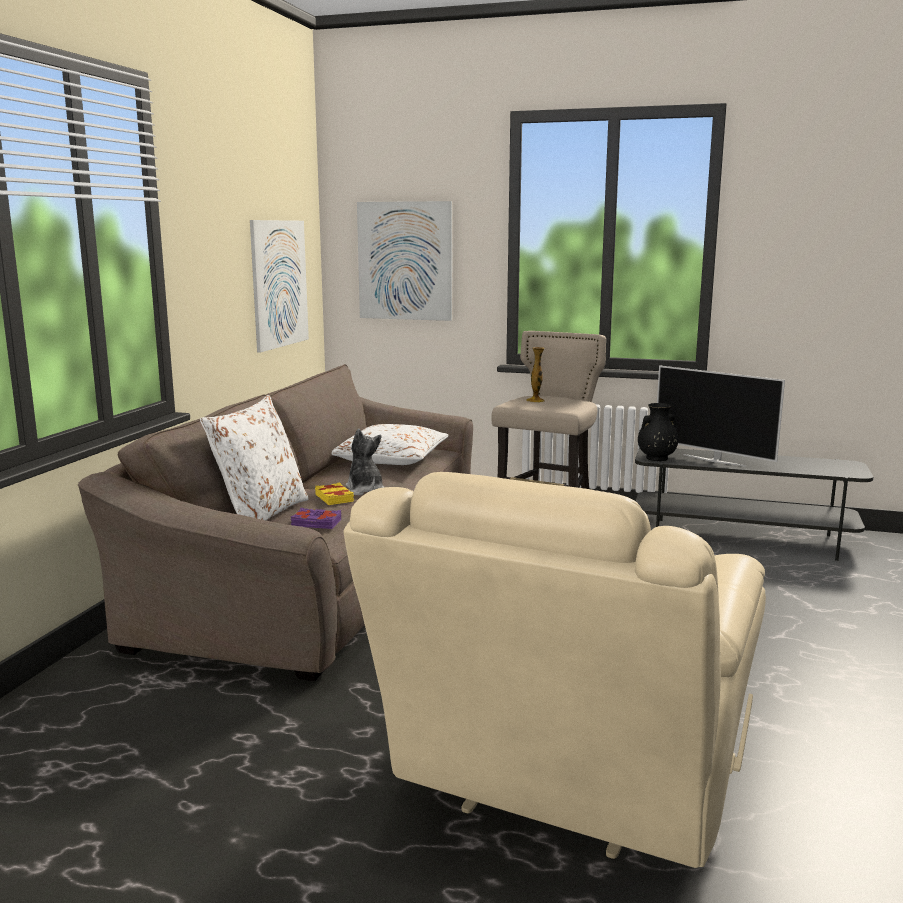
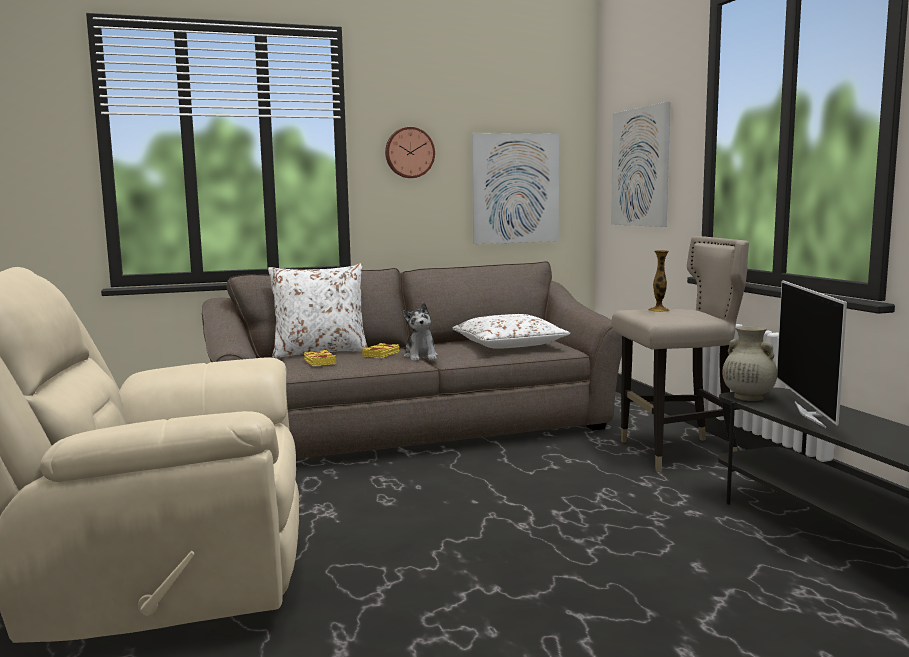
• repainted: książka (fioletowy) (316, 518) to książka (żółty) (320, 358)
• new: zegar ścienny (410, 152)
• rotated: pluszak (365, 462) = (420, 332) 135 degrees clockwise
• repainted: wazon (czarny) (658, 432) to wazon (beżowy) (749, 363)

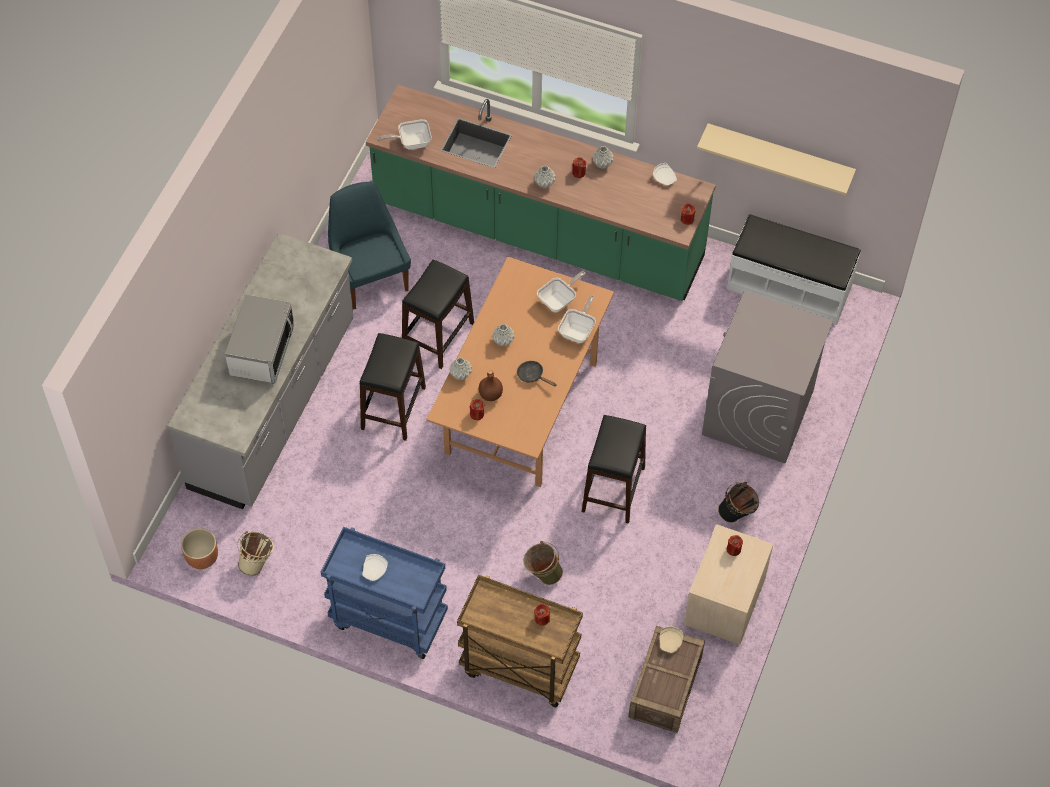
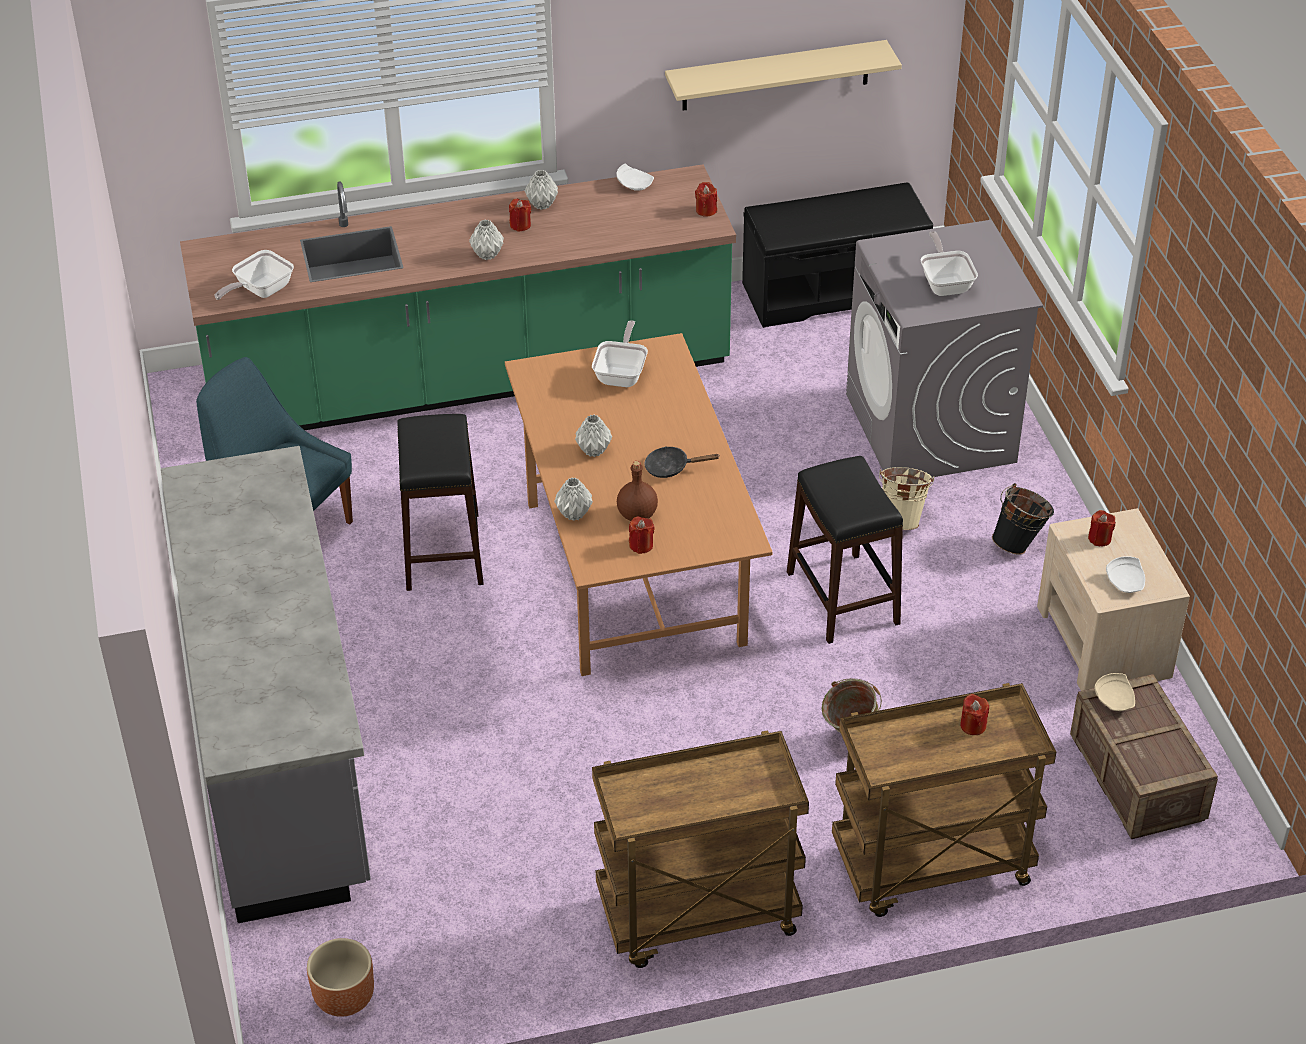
• repainted: wózek (niebieski) (384, 593) to wózek (brązowy) (700, 849)
• repainted: ławka (biały) (794, 269) to ławka (czarny) (837, 255)
• shifted: wiadro (beżowy) (255, 553) to (906, 498)
• shifted: patelnia (577, 319) to (949, 263)
• shifted: talerz (biały) (375, 567) to (1125, 574)
• gone: mikrofalówka (259, 339)
• gone: stołek (czarny) (393, 387)

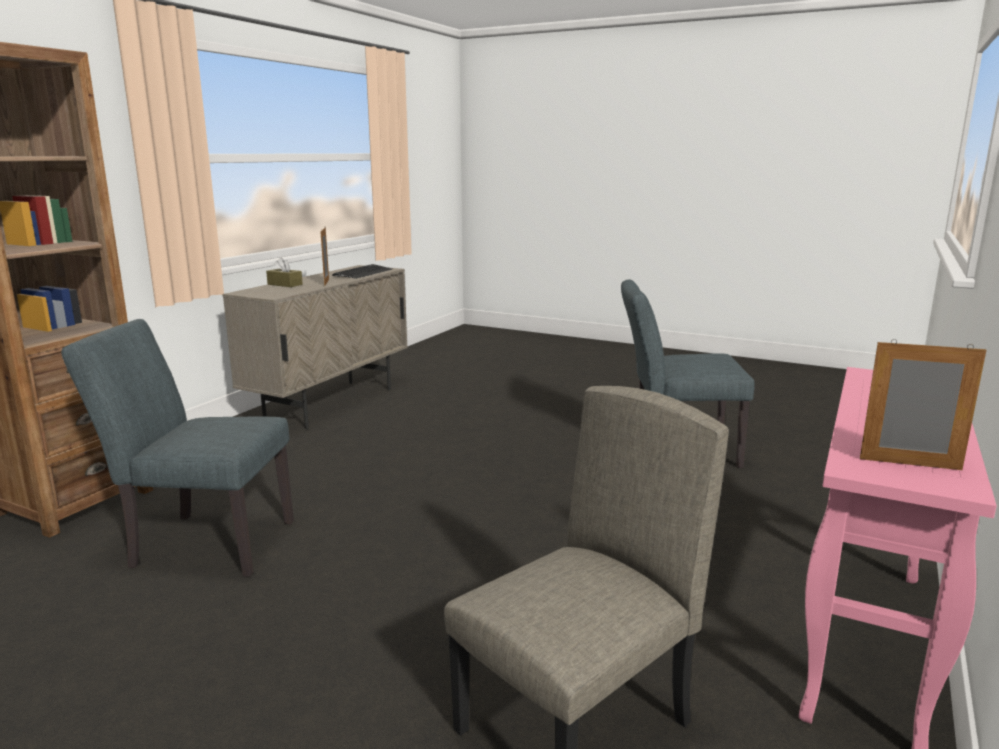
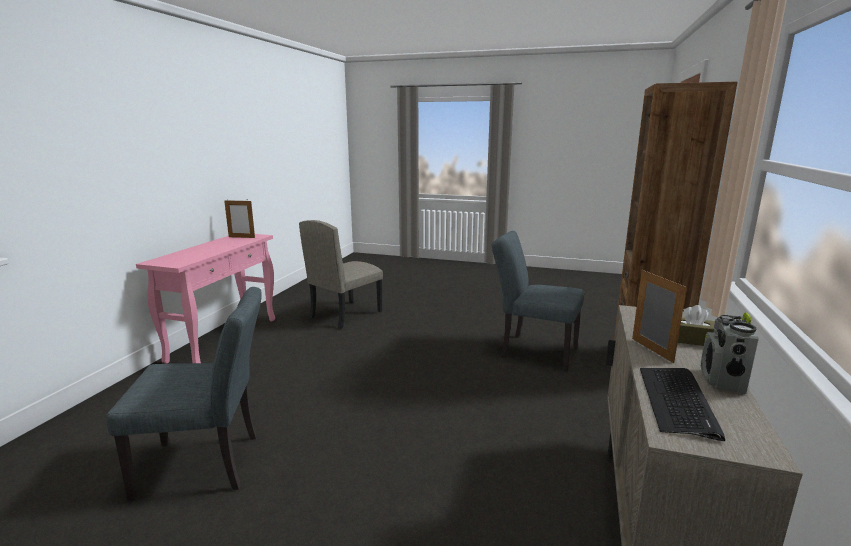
• rotated: krzesło (szary) (177, 448) = (538, 300) 150 degrees counterclockwise
• new: radio (730, 353)

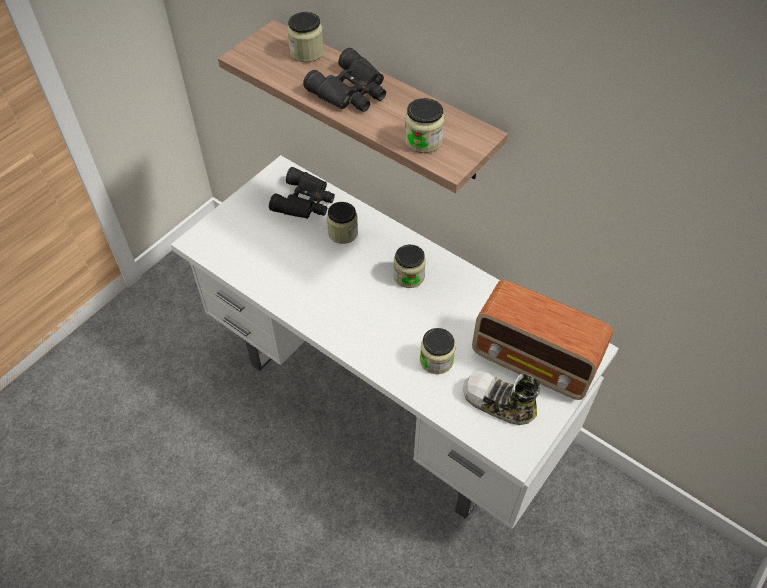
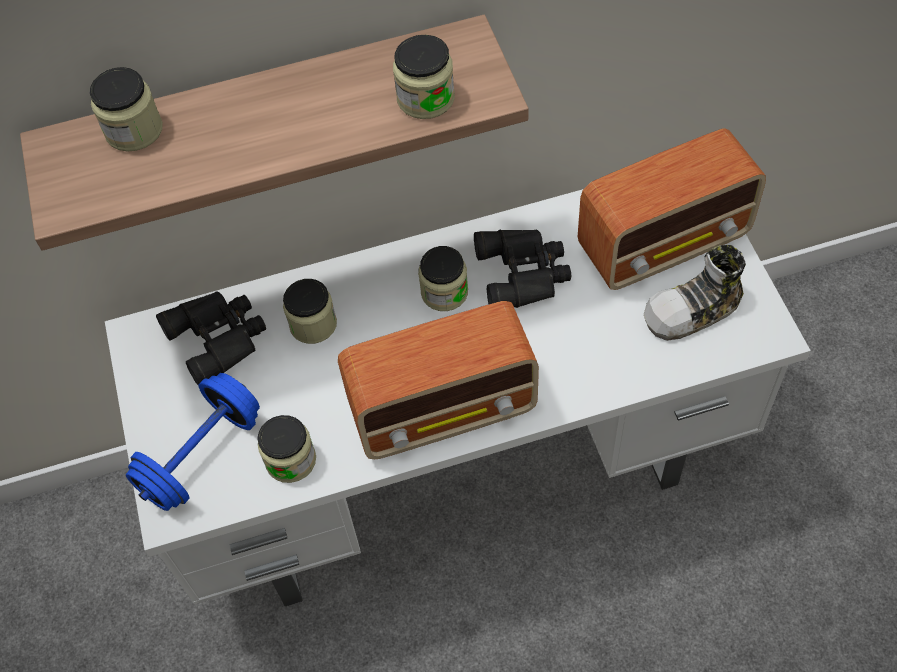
• new: hantel (niebieski) (193, 442)
• shifted: słoik (438, 351) to (286, 449)
• new: radio (438, 380)
• shifted: lornetka (czarny) (344, 80) to (522, 268)

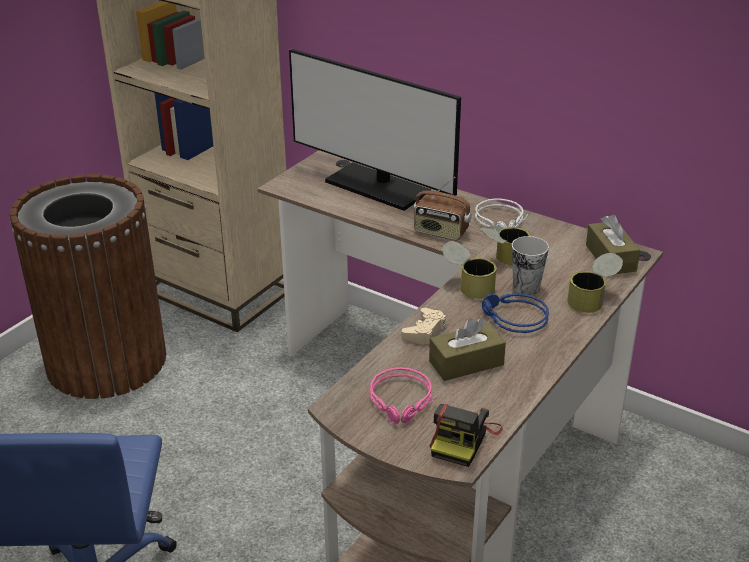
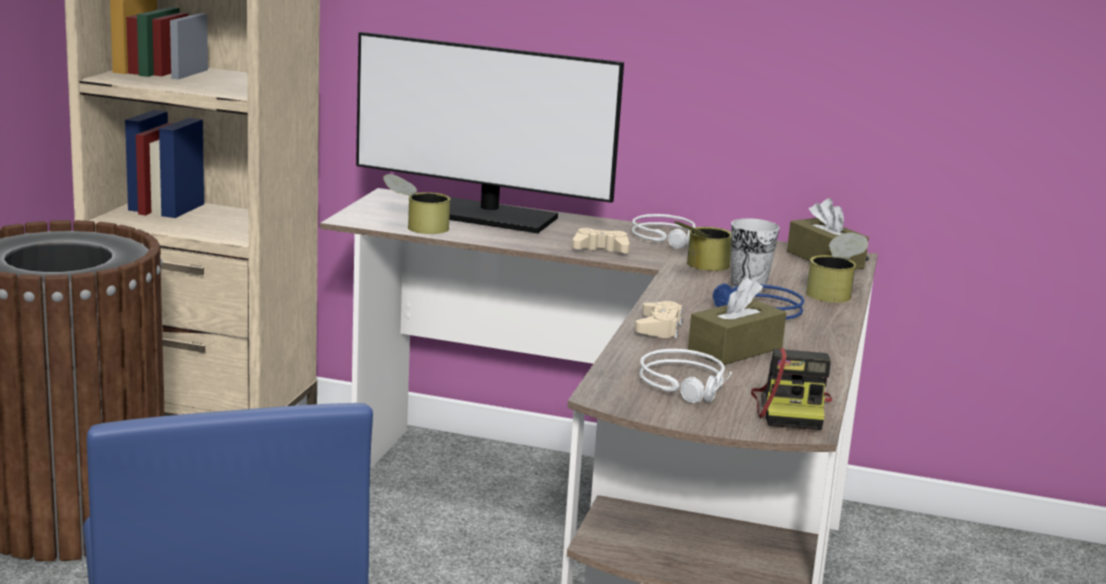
• shifted: puszka (469, 270) to (417, 204)
• swapped: radio (442, 208) to pad do gier (beżowy) (601, 240)
• repainted: słuchawki (różowy) (403, 395) to słuchawki (szary) (685, 376)

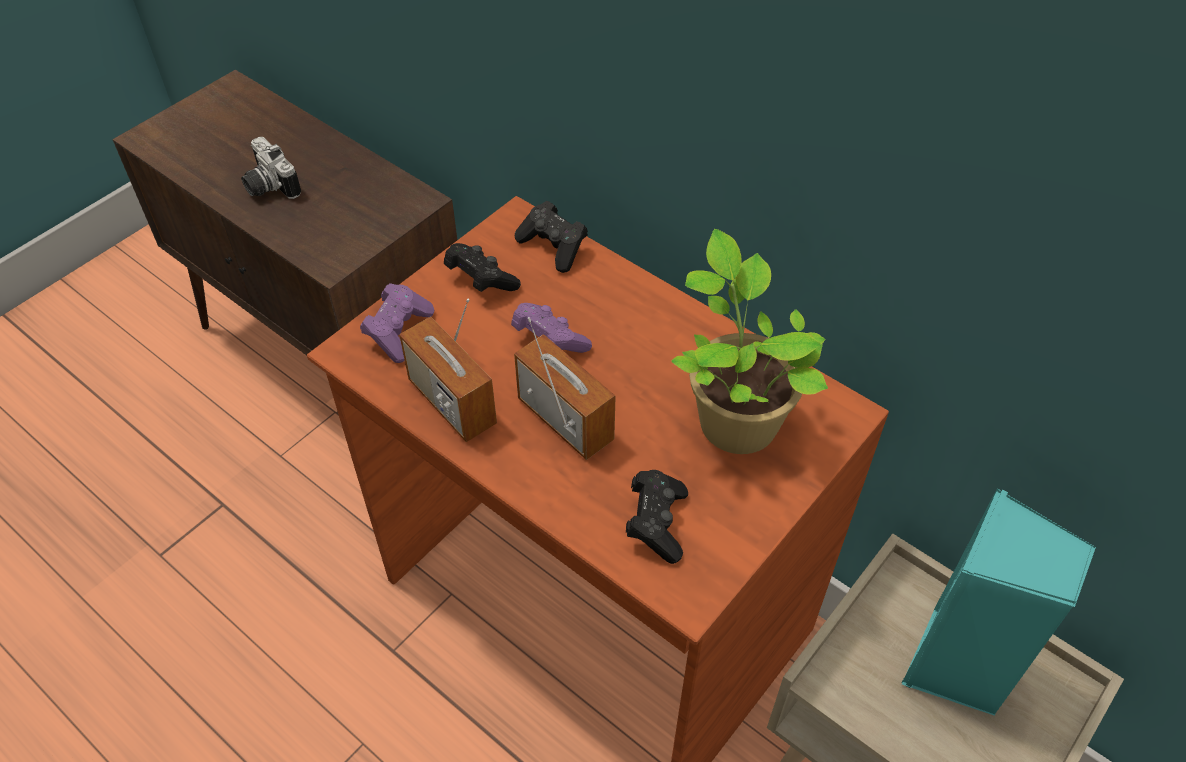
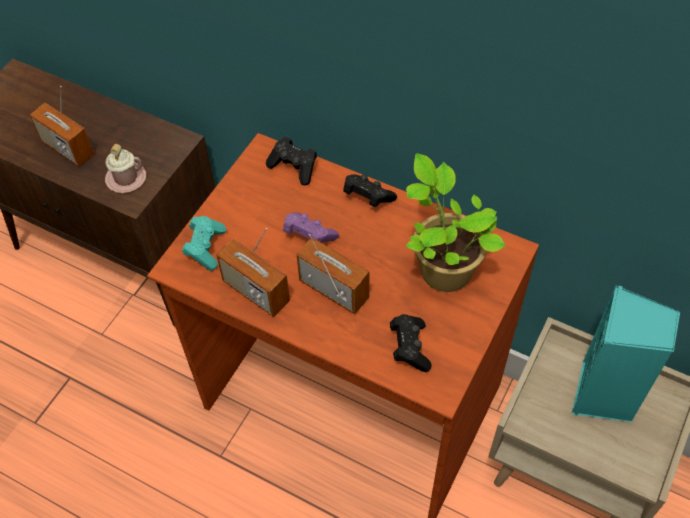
• swapped: aparat fotograficzny (271, 168) to radio (62, 126)
• new: kubek (różowy) (125, 168)
• repainted: pad do gier (fioletowy) (397, 323) to pad do gier (turkusowy) (204, 243)
• shifted: pad do gier (czarny) (482, 267) to (370, 190)

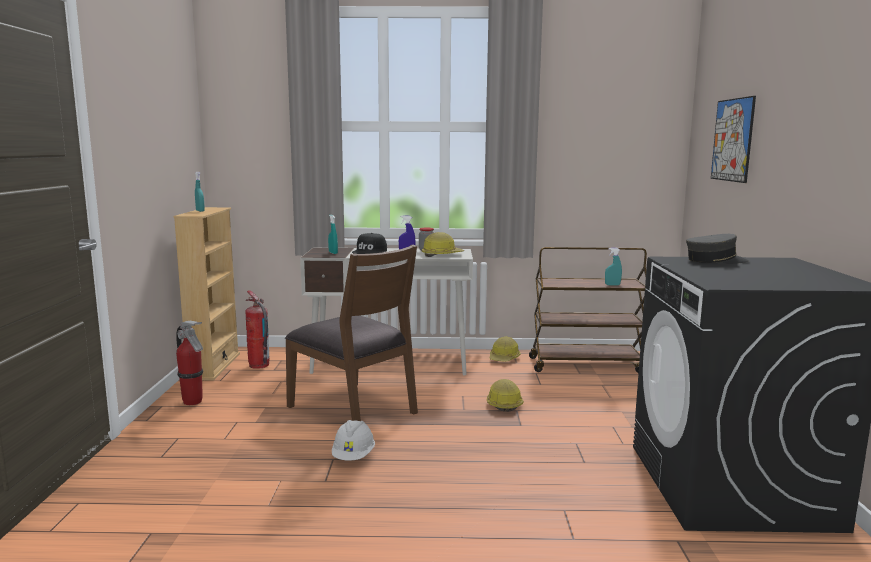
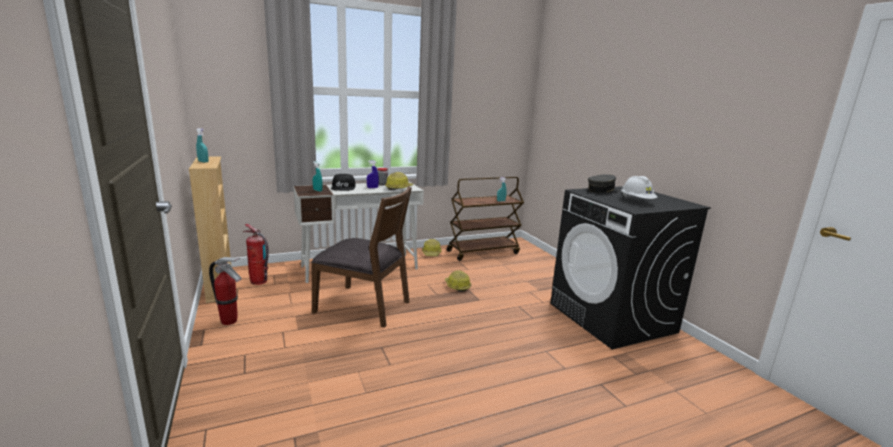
• shifted: kask (biały) (353, 440) to (639, 187)
• gone: obraz (733, 139)

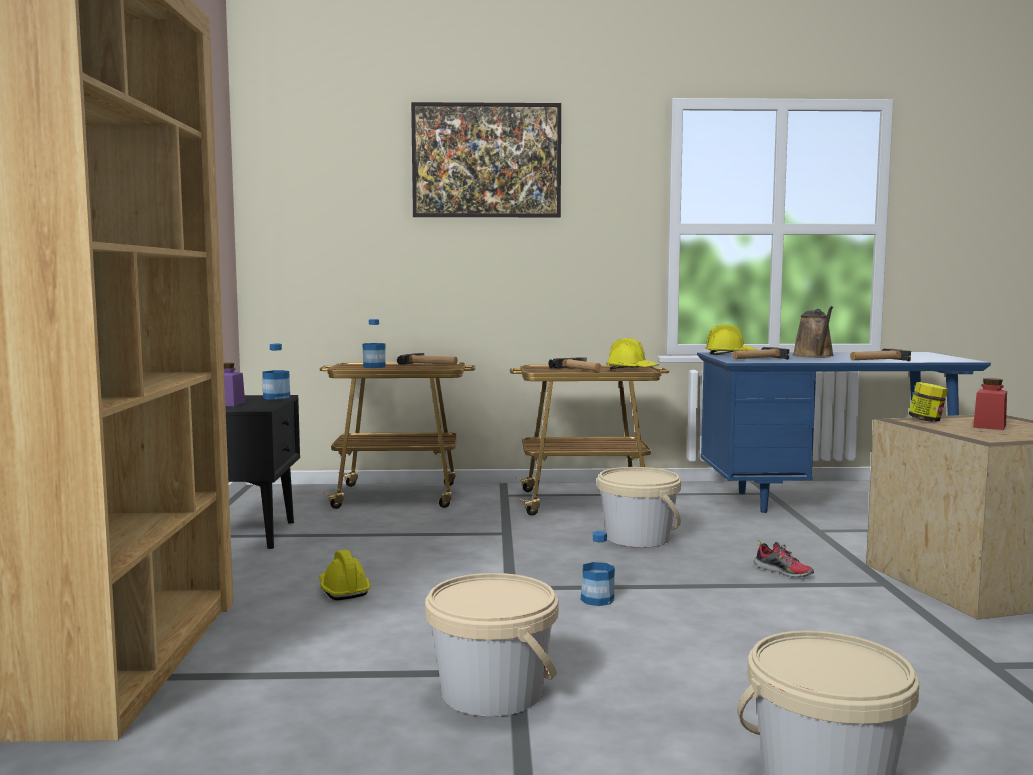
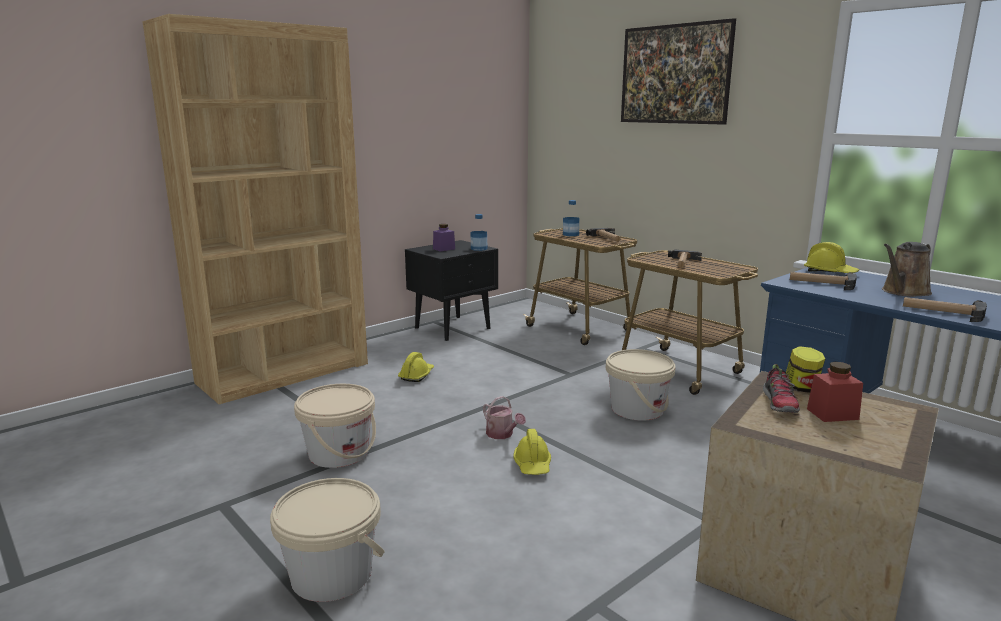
• swapped: butelka (598, 568) to konewka (504, 417)
• shifted: kask (żółty) (632, 354) to (532, 452)
• shifted: but (784, 559) to (781, 388)

